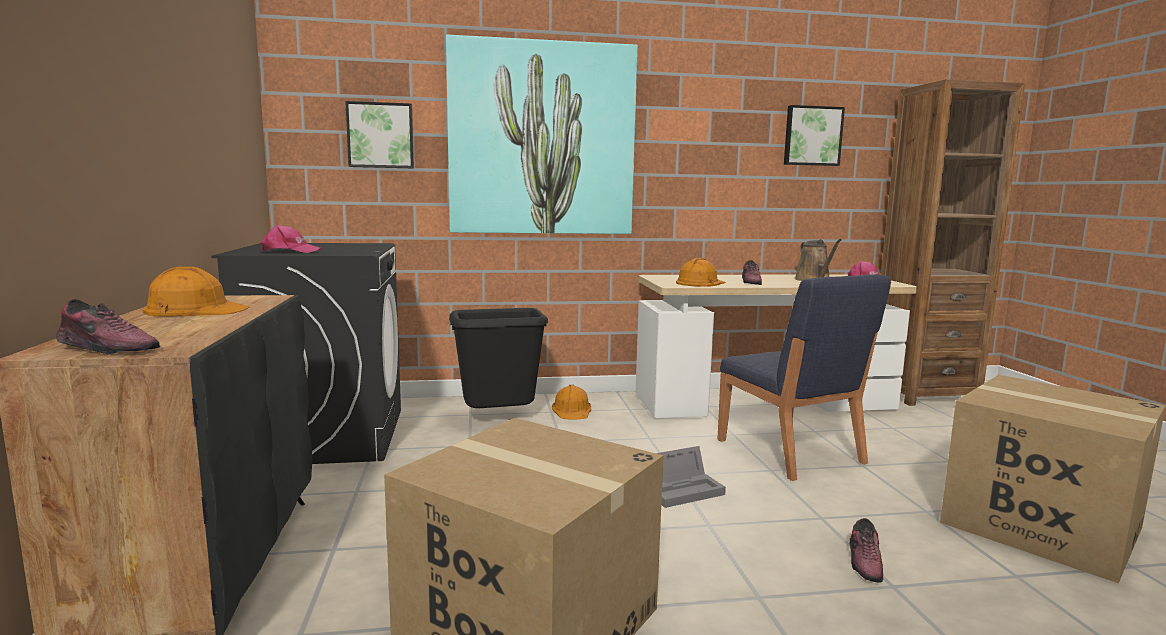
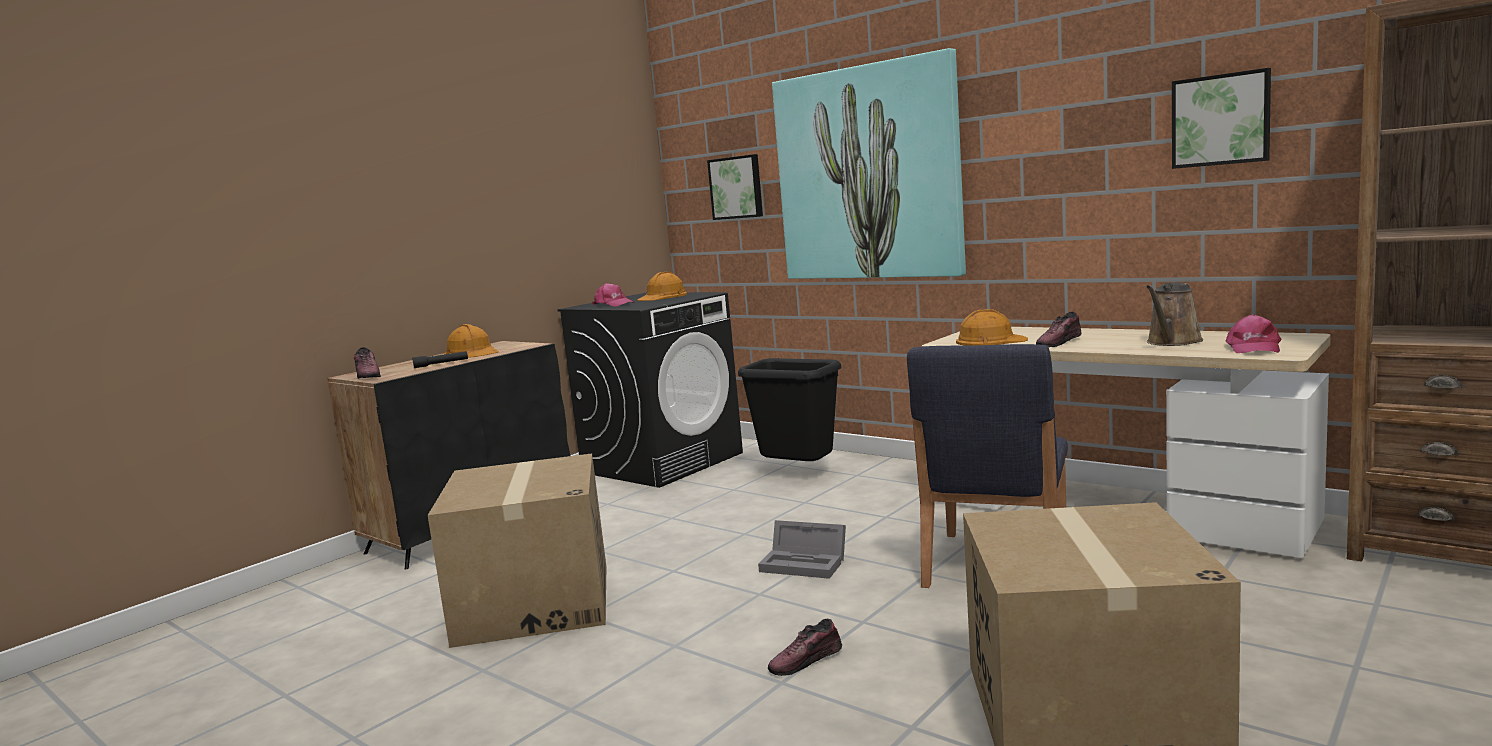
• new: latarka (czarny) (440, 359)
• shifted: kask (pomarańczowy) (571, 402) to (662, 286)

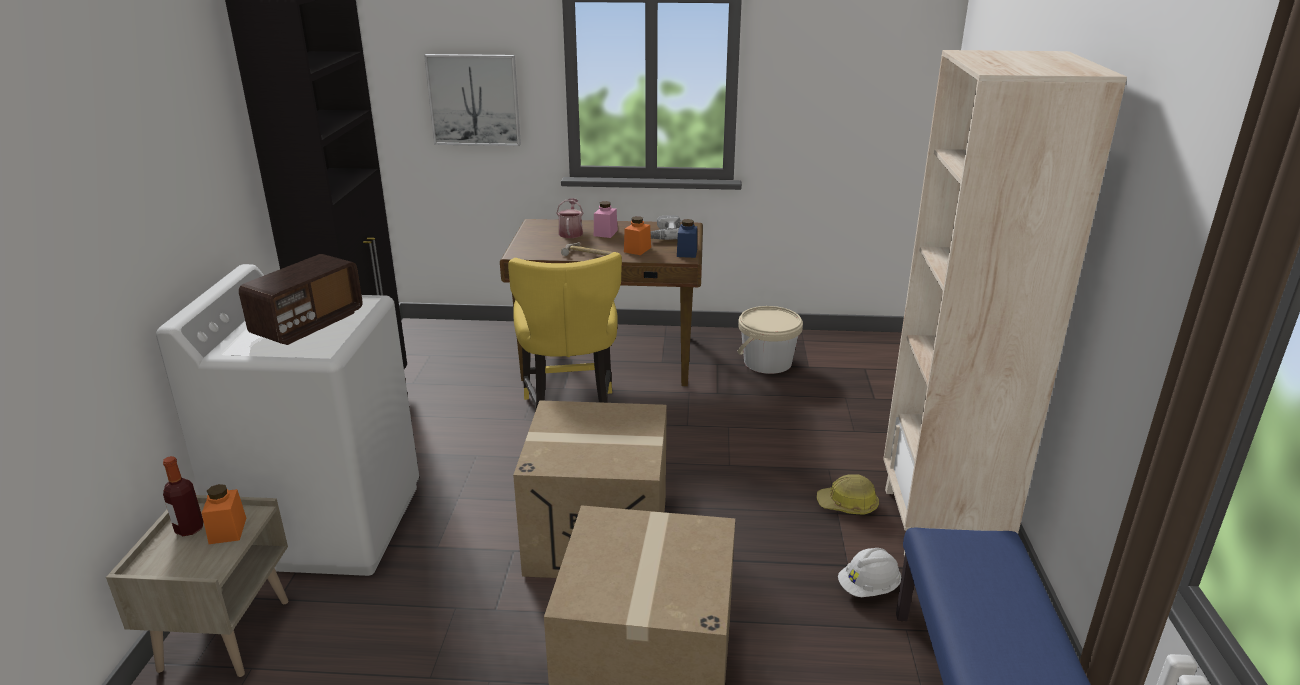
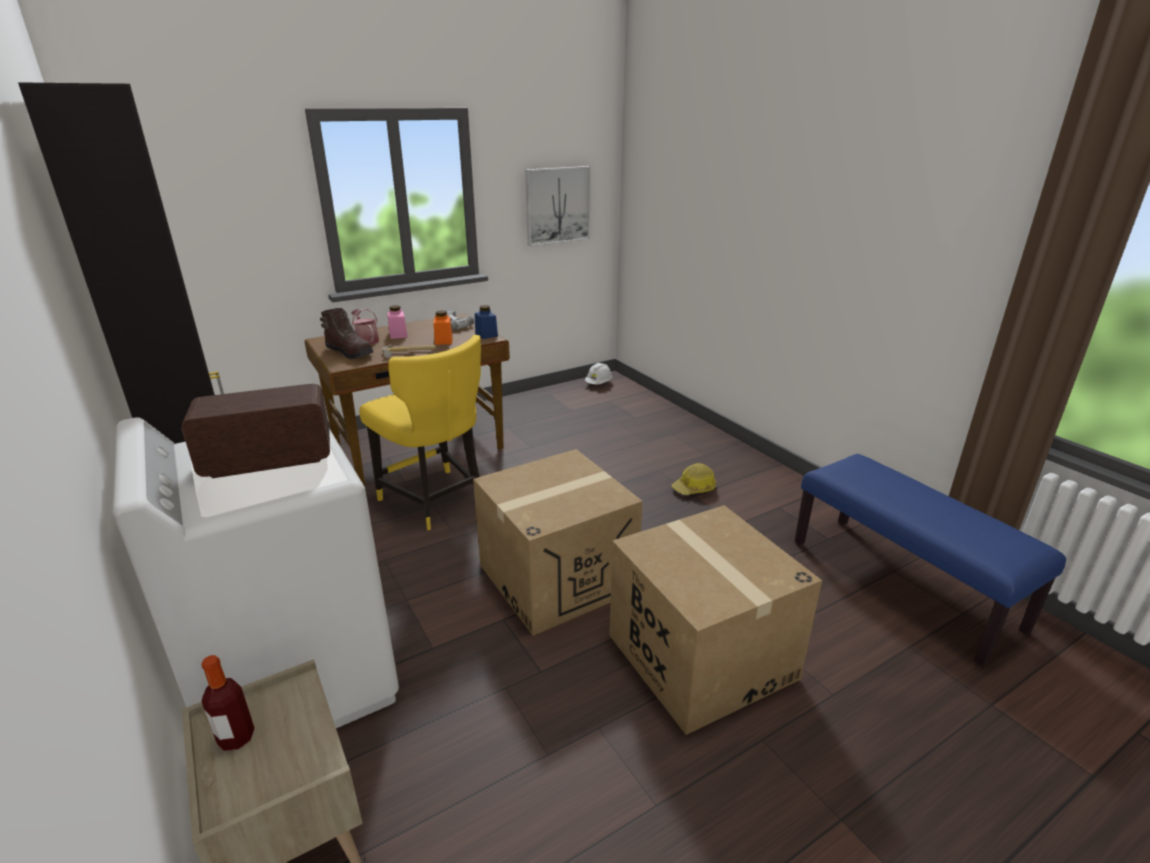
• rotated: radio (301, 299) = (256, 430) 105 degrees counterclockwise
• new: but z cholewką (brązowy) (347, 333)
• shifted: obraz (472, 100) to (558, 206)
• shifted: kask (biały) (869, 572) to (598, 373)
• gone: słoik (pomarańczowy) (224, 514)
• gone: wiadro (beżowy) (770, 340)
• gone: regał (beżowy) (1005, 303)

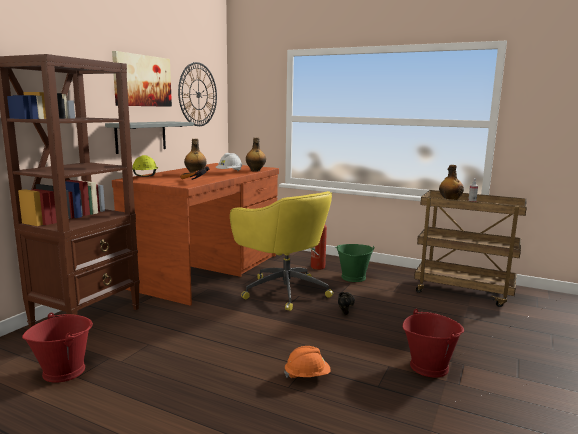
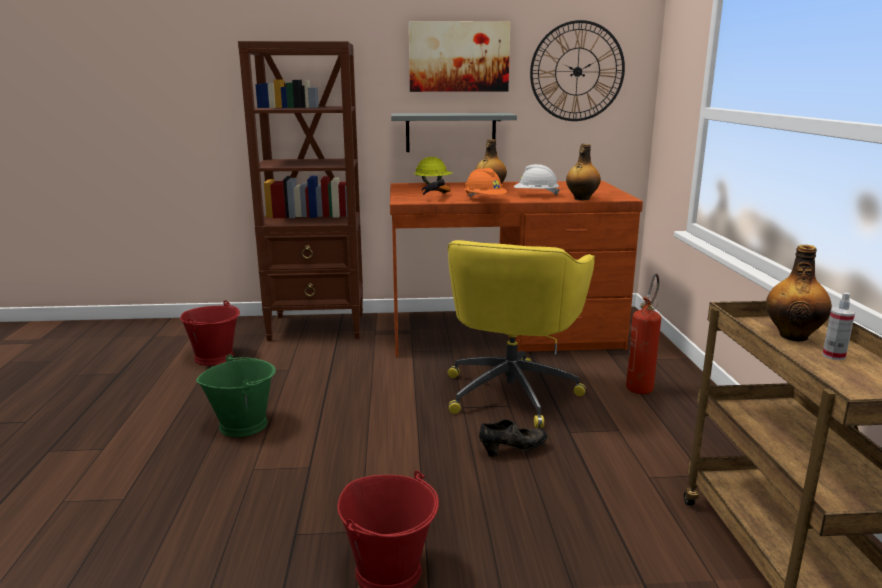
• shifted: wiadro (zielony) (355, 263) to (236, 395)
• shifted: kask (pomarańczowy) (307, 362) to (486, 182)

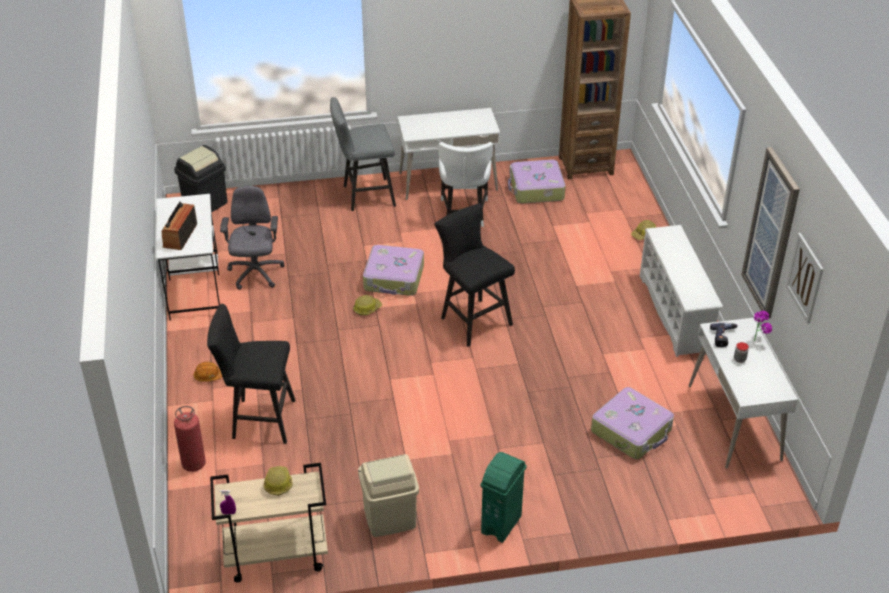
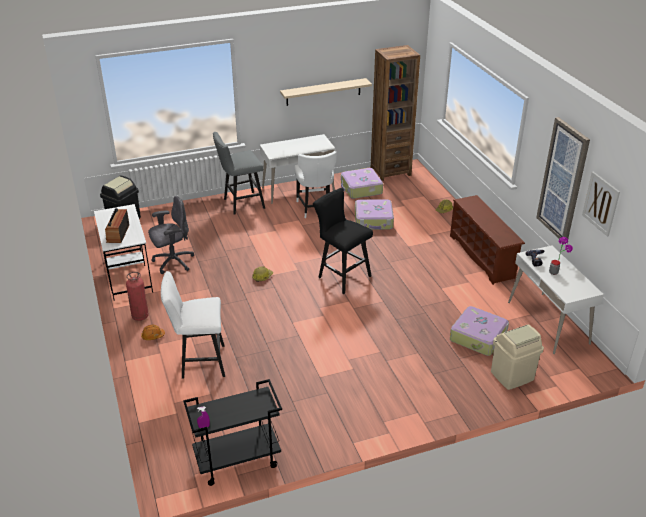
• shifted: gaśnica (190, 439) to (137, 296)
• rotated: krzesło biurowe (szary) (252, 238) = (171, 235) 75 degrees clockwise
• repainted: stołek (czarny) (251, 374) to stołek (biały) (193, 325)
• repainted: wózek (beżowy) (269, 522) to wózek (czarny) (232, 432)
• new: półka (beżowy) (326, 92)
• shifted: walizka (393, 270) to (374, 214)
• repainted: regał na buty (biały) (681, 291) to regał na buty (brązowy) (487, 240)
• shifted: kosz na śmieci (beżowy) (388, 495) to (517, 357)
• gone: kask (278, 481)
• gone: kosz na śmieci (zielony) (503, 497)

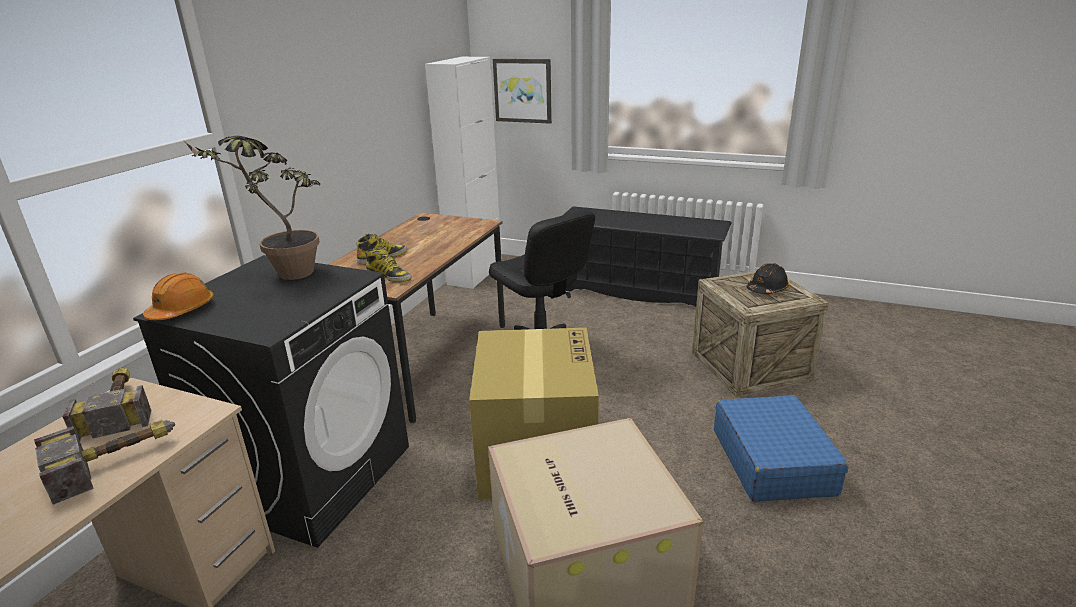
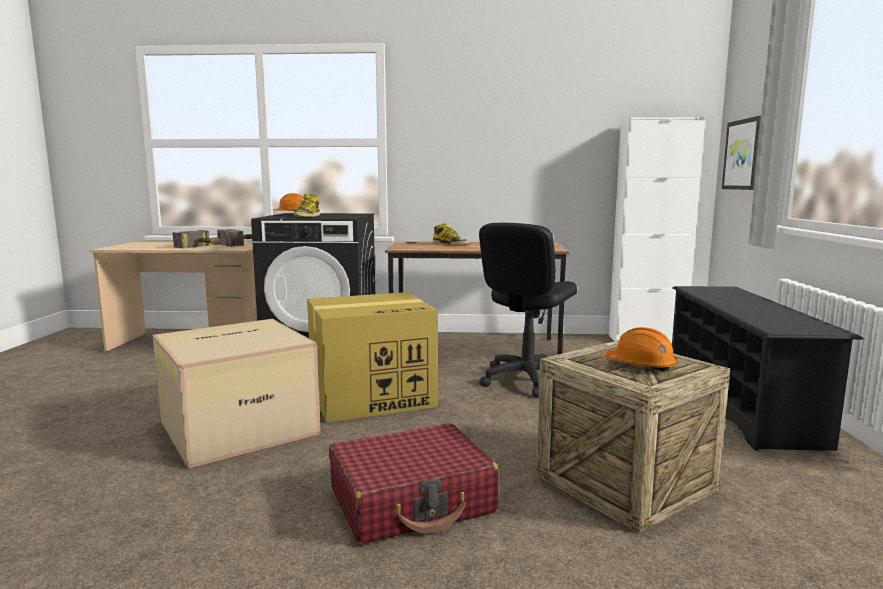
• shifted: but z cholewką (388, 264) to (307, 205)
• repainted: walizka (niebieski) (781, 448) to walizka (czerwony) (414, 483)
• repainted: kask (czarny) (768, 278) to kask (pomarańczowy) (641, 349)
• gone: roślina doniczkowa (251, 208)

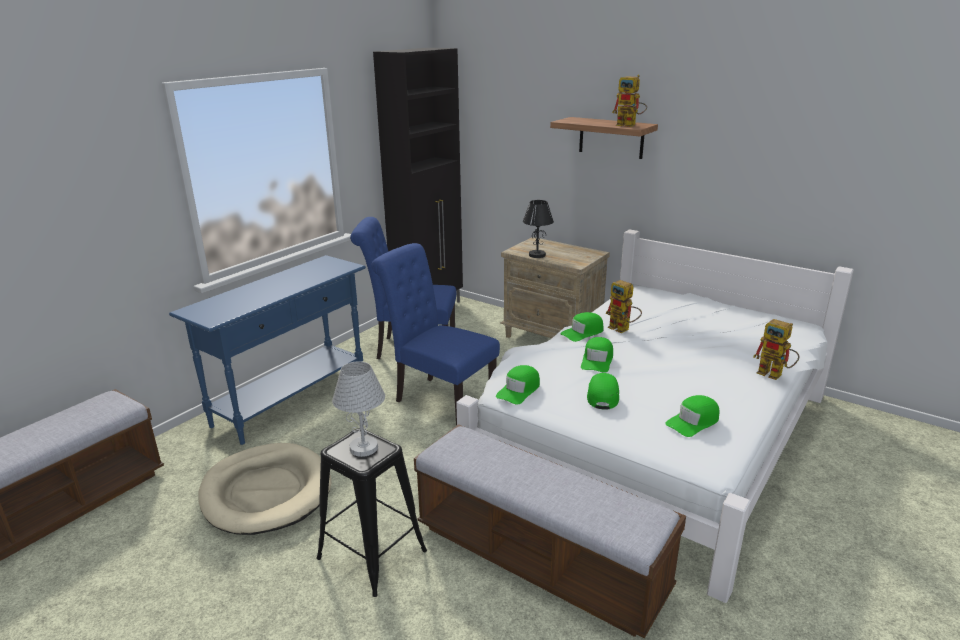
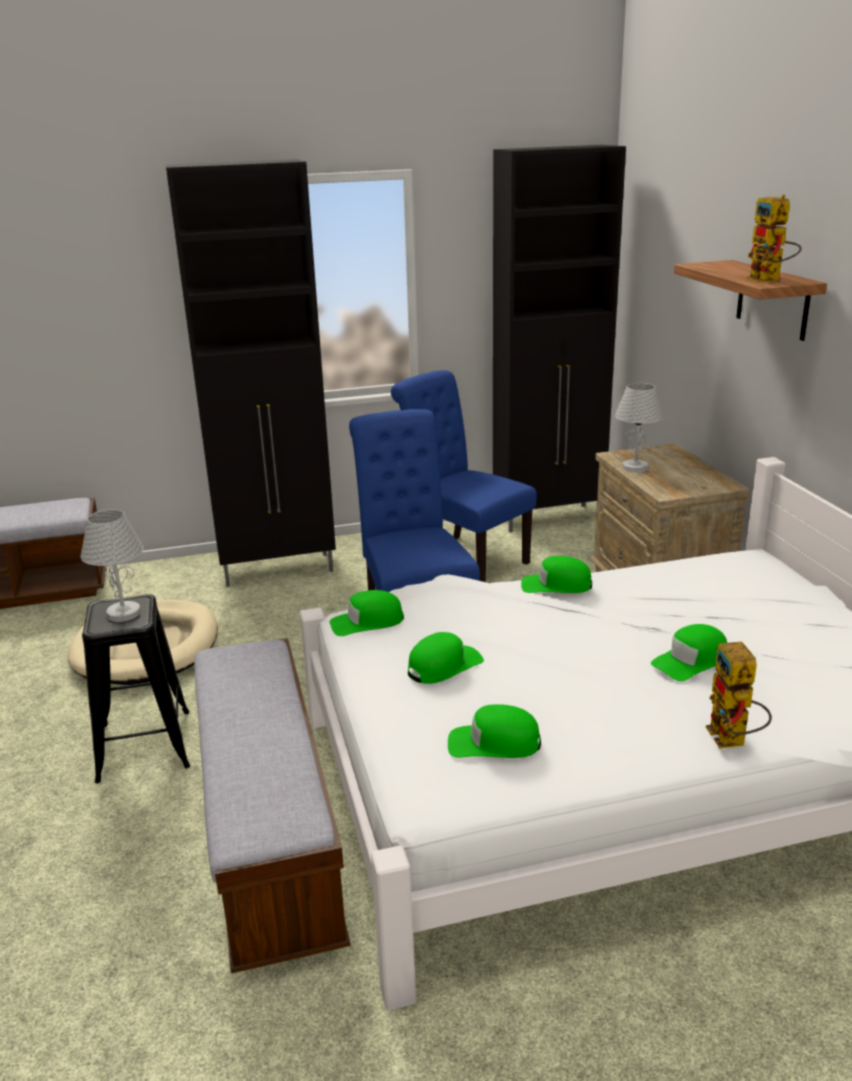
• swapped: stolik konsolowy (niebieski) (267, 350) to szafka (czarny) (251, 373)
• repainted: lampa stołowa (czarny) (538, 229) to lampa stołowa (biały) (639, 427)
• shifted: czapka z daszkiem (zielony) (597, 355) to (689, 652)
• gone: robot zabawkowy (623, 306)

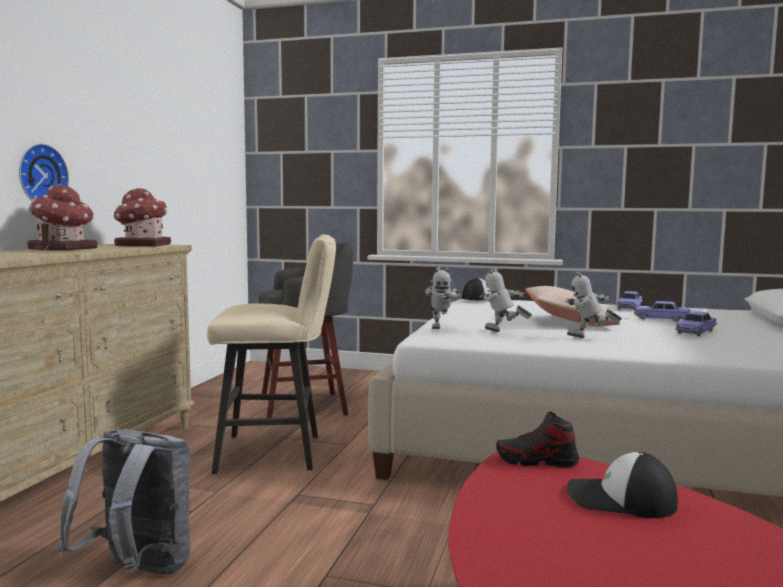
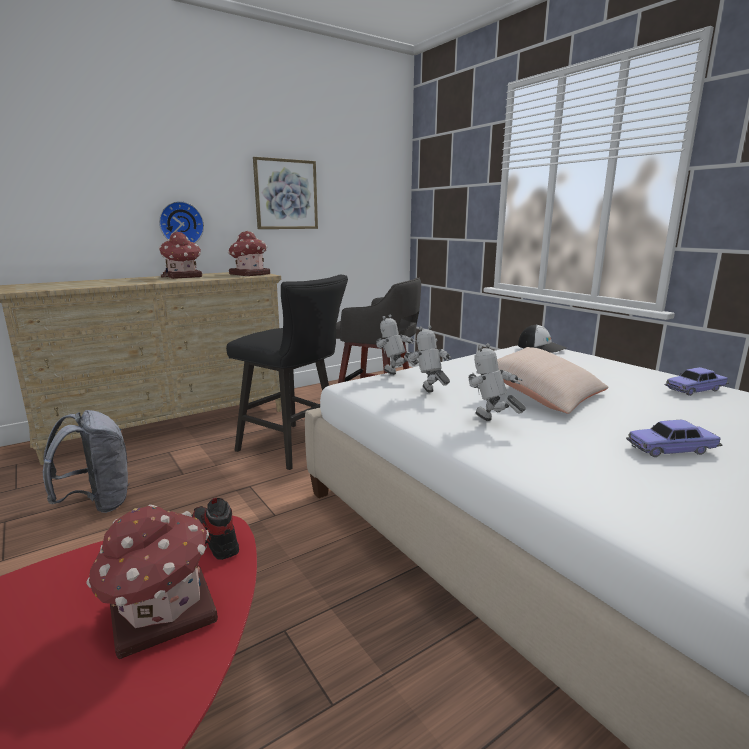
• swapped: czapka z daszkiem (622, 485) to domek (152, 581)
• repainted: stołek (beżowy) (271, 354) to stołek (czarny) (287, 372)
• new: obraz (285, 193)
• rotated: robot zabawkowy (442, 298) = (397, 345) 90 degrees clockwise
• gone: samochodzik (662, 311)

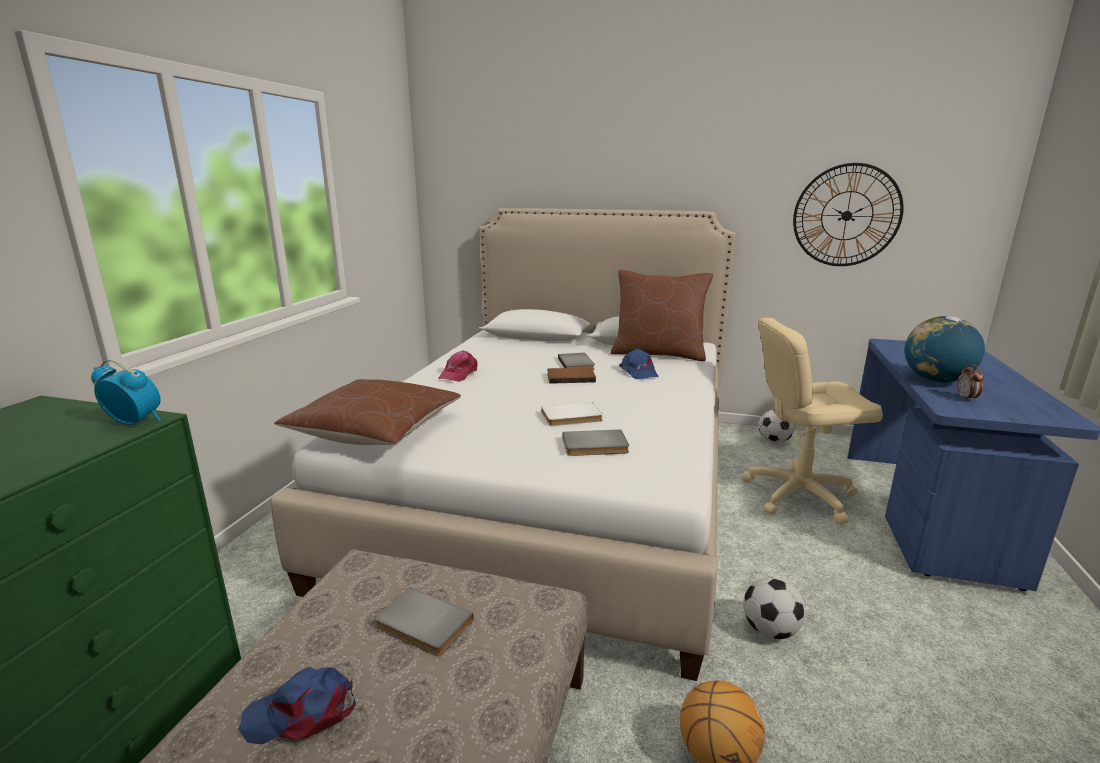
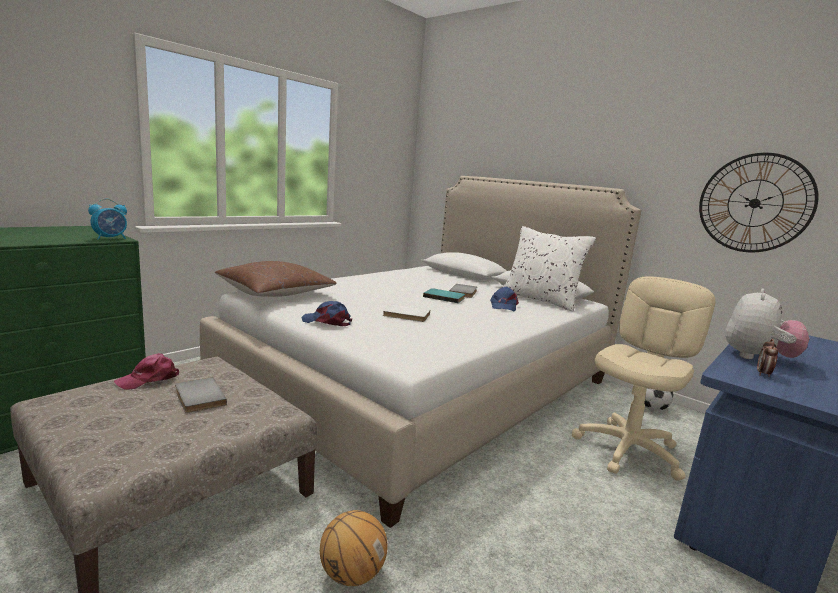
• rotated: budzik (126, 392) = (107, 219) 90 degrees clockwise
• shifted: czapka z daszkiem (różowy) (458, 366) to (146, 371)
• shifted: czapka z daszkiem (niebieski) (297, 706) to (326, 313)
• repainted: książka (brązowy) (571, 375) to książka (turkusowy) (444, 295)
• repainted: poduszka (brązowy) (662, 315) to poduszka (biały) (549, 268)
• rotated: krzesło biurowe (beżowy) (812, 421) = (643, 378) 105 degrees clockwise
• swapped: globus (945, 349) to pluszak (767, 323)
• gone: książka (szary) (596, 443)
• gone: piłka futbolowa (774, 608)

